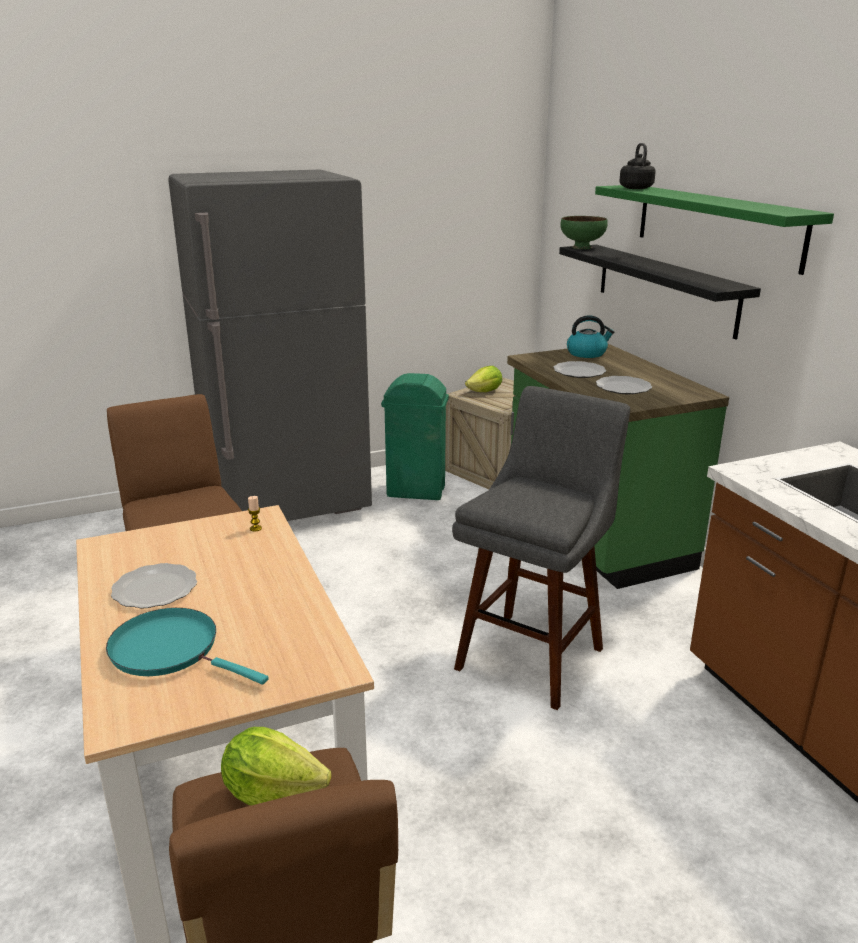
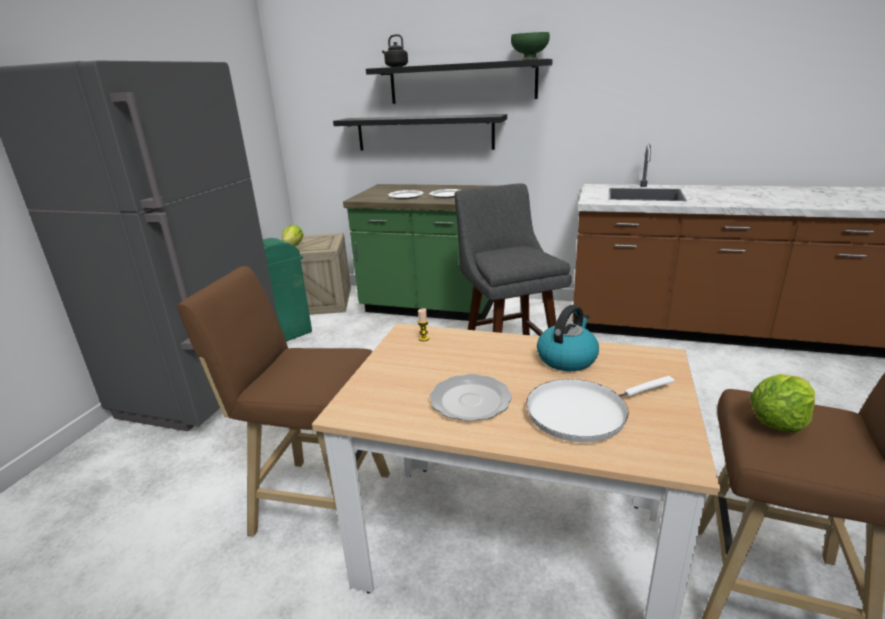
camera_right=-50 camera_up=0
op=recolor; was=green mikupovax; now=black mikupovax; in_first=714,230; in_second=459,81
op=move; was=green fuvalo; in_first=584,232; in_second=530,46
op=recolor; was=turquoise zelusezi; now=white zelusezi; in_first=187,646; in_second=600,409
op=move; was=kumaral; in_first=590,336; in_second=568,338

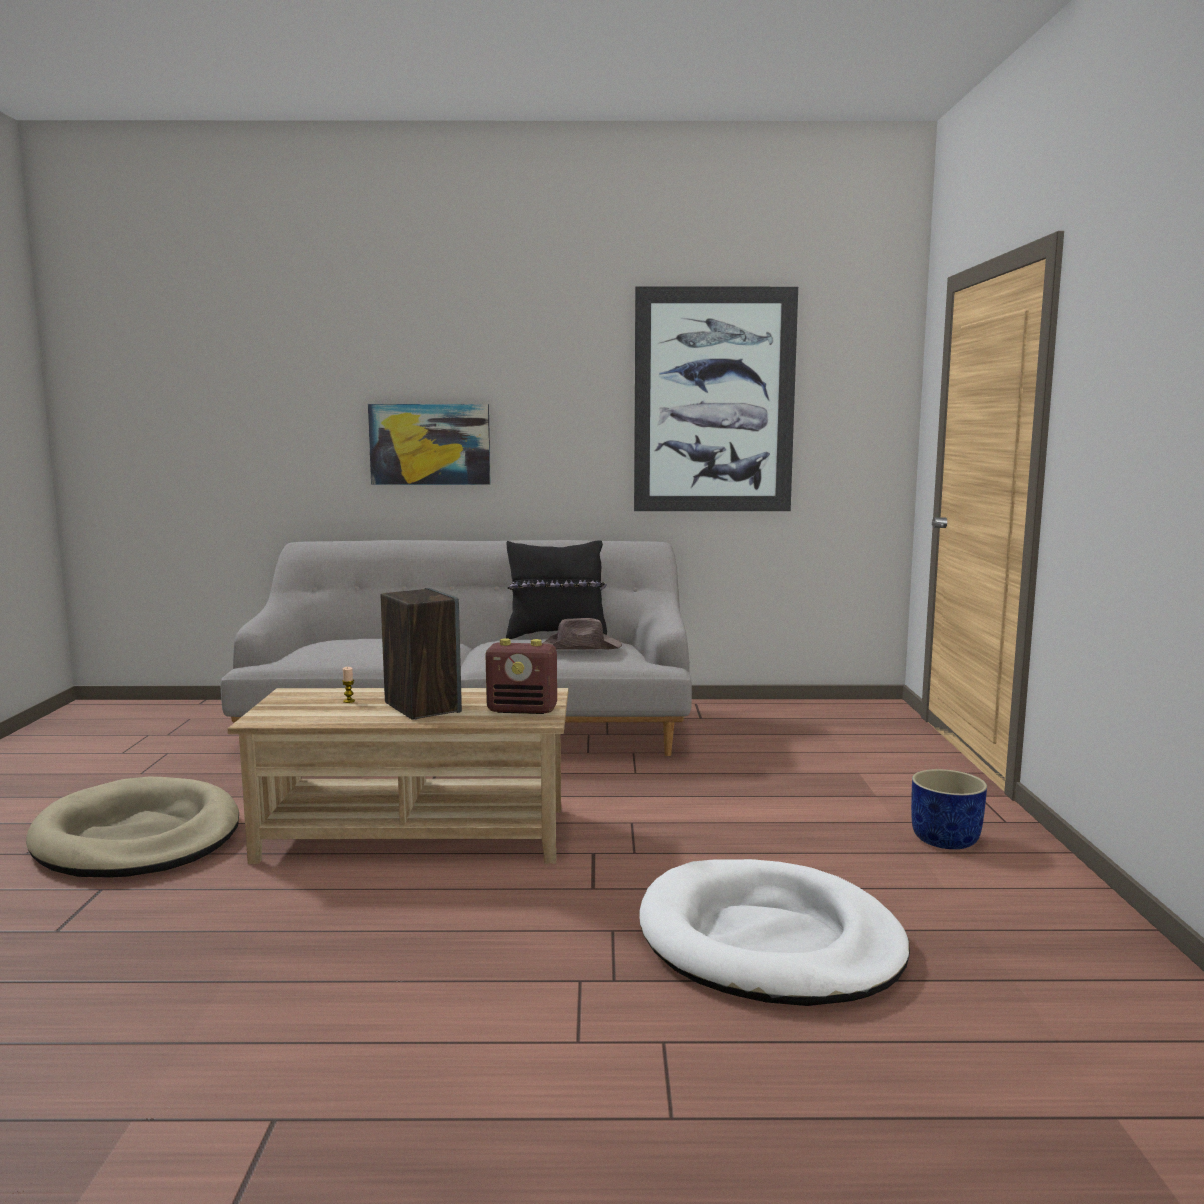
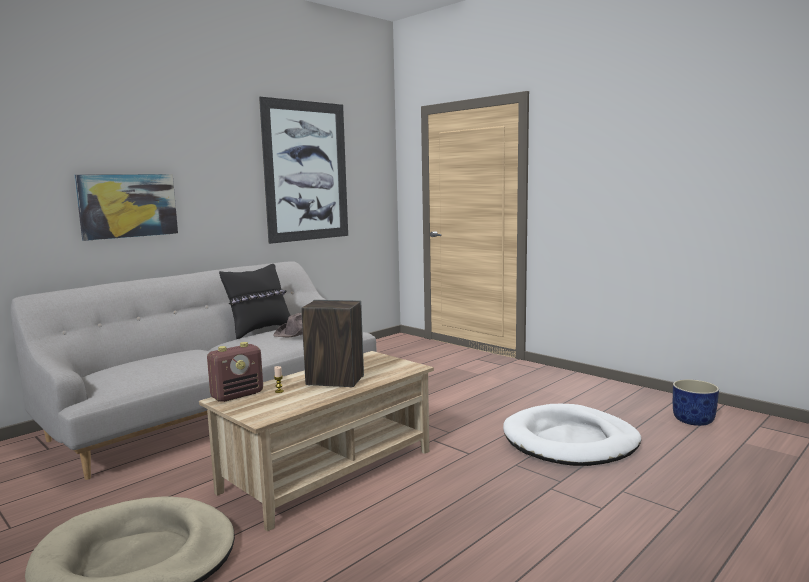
camera_right=-45 camera_up=0
op=move; was=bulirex; in_first=521,676; in_second=235,372
op=move; was=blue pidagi; in_first=949,809; in_second=696,402

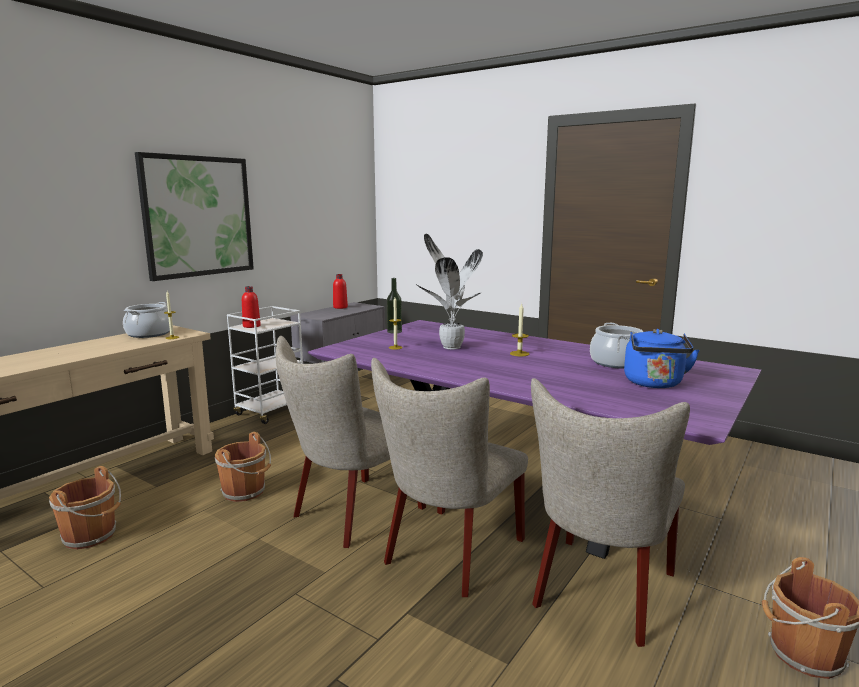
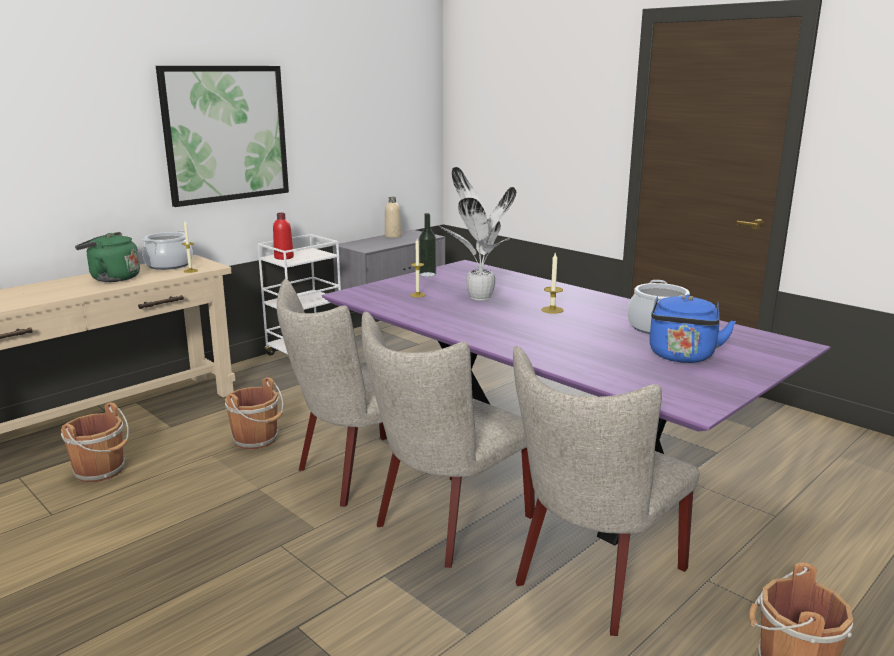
camera_right=10 camera_up=5
op=insert; now=green kumaral; in_second=107,257
op=recolor; was=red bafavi; now=beige bafavi; in_first=340,291; in_second=393,217

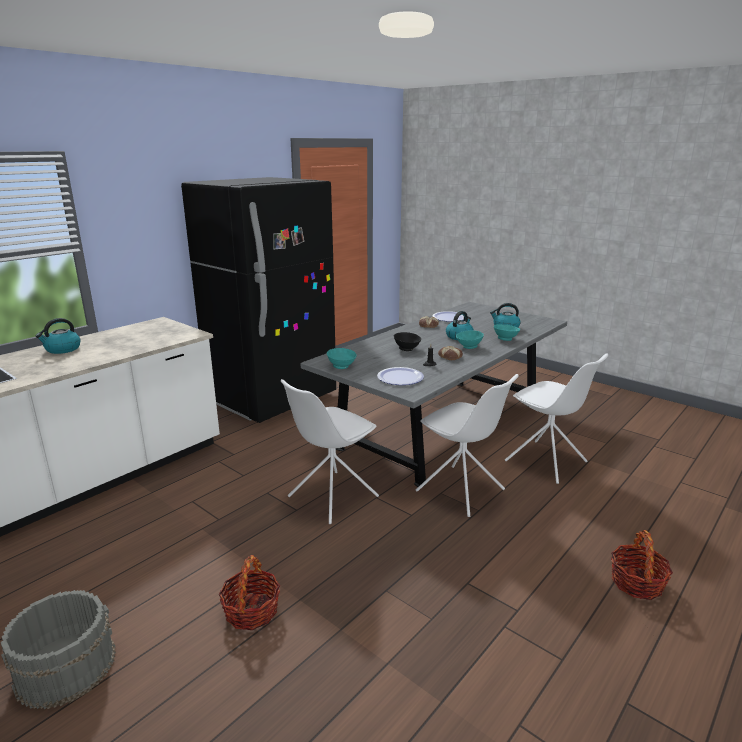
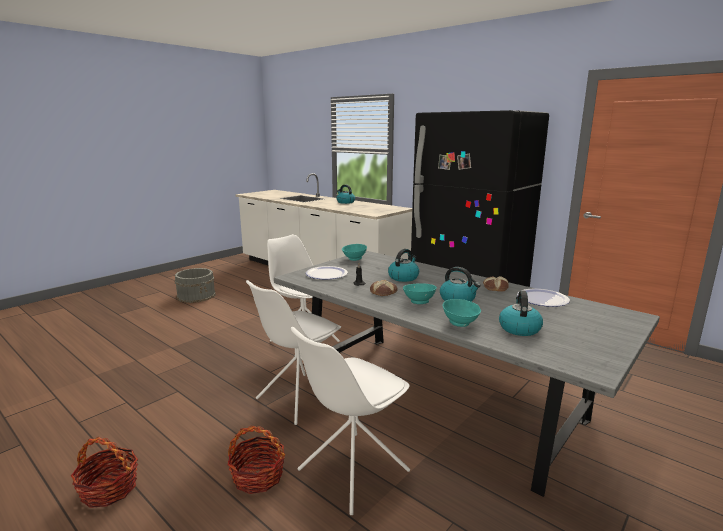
camera_right=90 camera_up=-5
op=move; was=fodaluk; in_first=249,592; in_second=256,460
op=replace; was=black fuvalo; now=kumaral; in_first=407,341; in_second=403,265

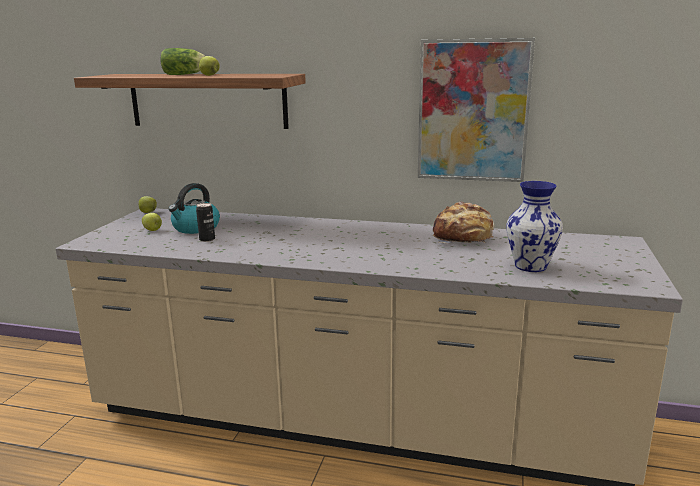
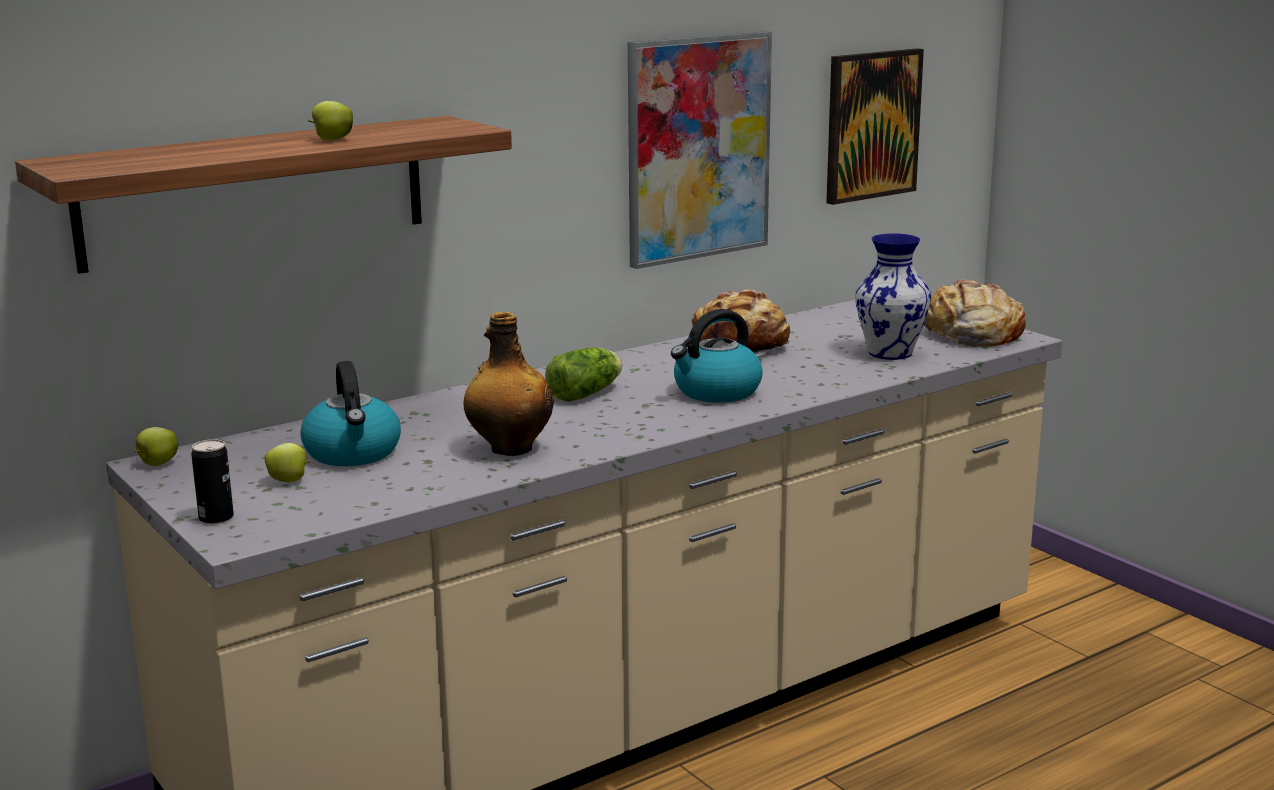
camera_right=-50 camera_up=0
op=move; was=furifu; in_first=205,222; in_second=212,481
op=insert; now=bafavi; in_second=508,384
op=move; was=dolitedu; in_first=182,61; in_second=583,374
op=insert; now=kumaral; in_second=717,356
op=insert; now=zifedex; in_second=875,126
op=insert; now=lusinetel; in_second=975,313

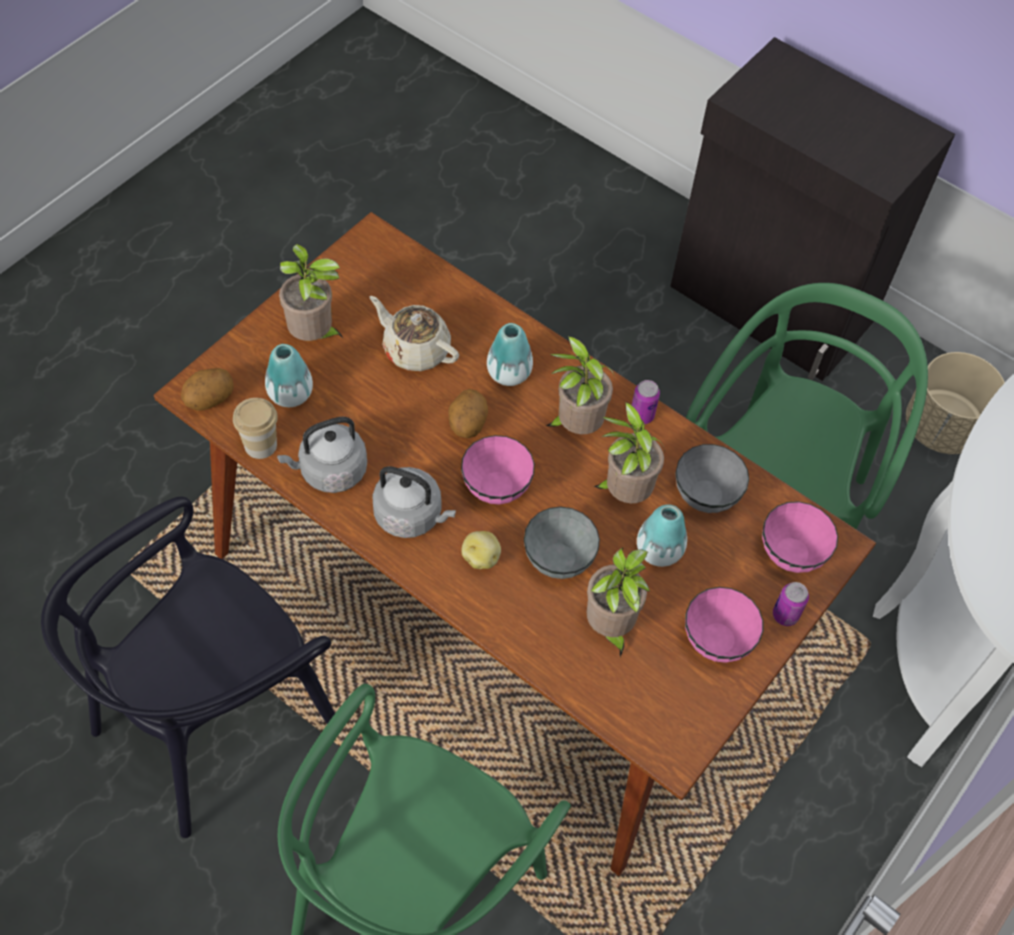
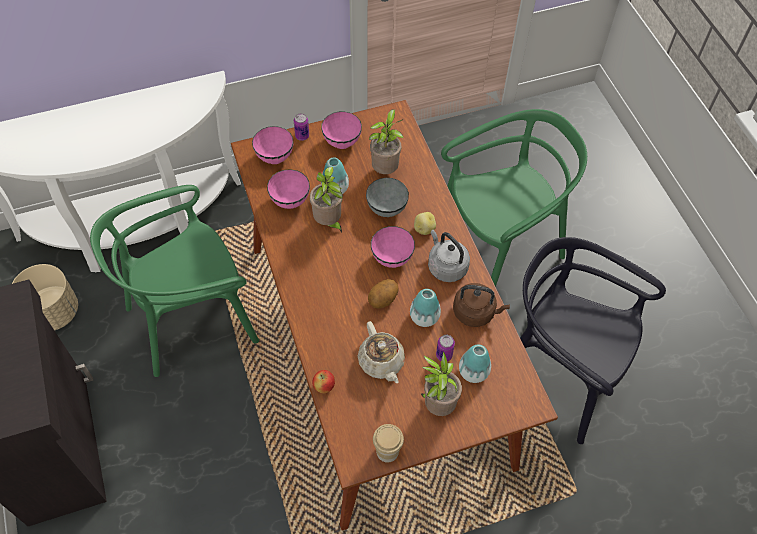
camera_right=-145 camera_up=0
op=recolor; was=grey fuvalo; now=pink fuvalo; in_first=712,478; in_second=288,189
op=insert; now=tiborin; in_second=323,382
op=move; was=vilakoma; in_first=255,428; in_second=388,443
op=move; was=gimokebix; in_first=510,354; in_second=425,308
op=move; was=furifu; in_first=646,402; in_second=445,348
op=recolor; was=grey kumaral; now=brown kumaral; in_first=322,454; in_second=481,305
op=rotate; was=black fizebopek; in_first=188,667; in_second=593,340; clockwise=-135
op=delete; was=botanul; in_first=207,389
op=delete; was=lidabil; in_first=580,385

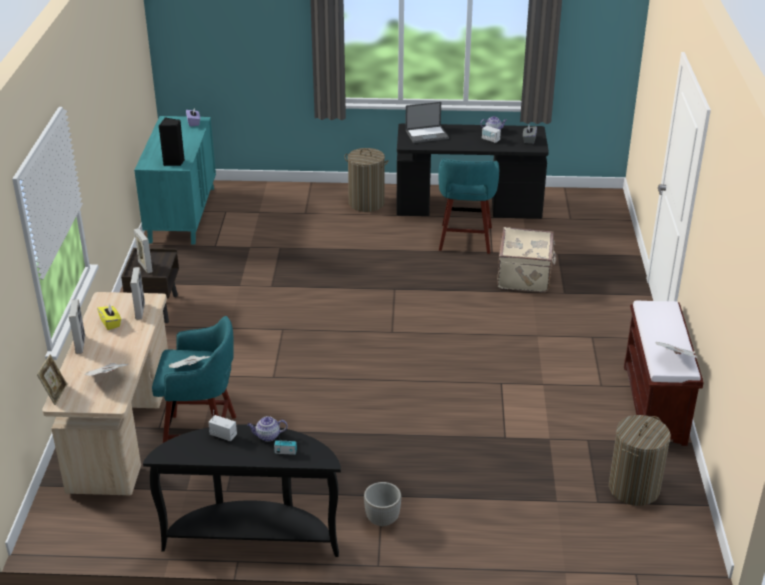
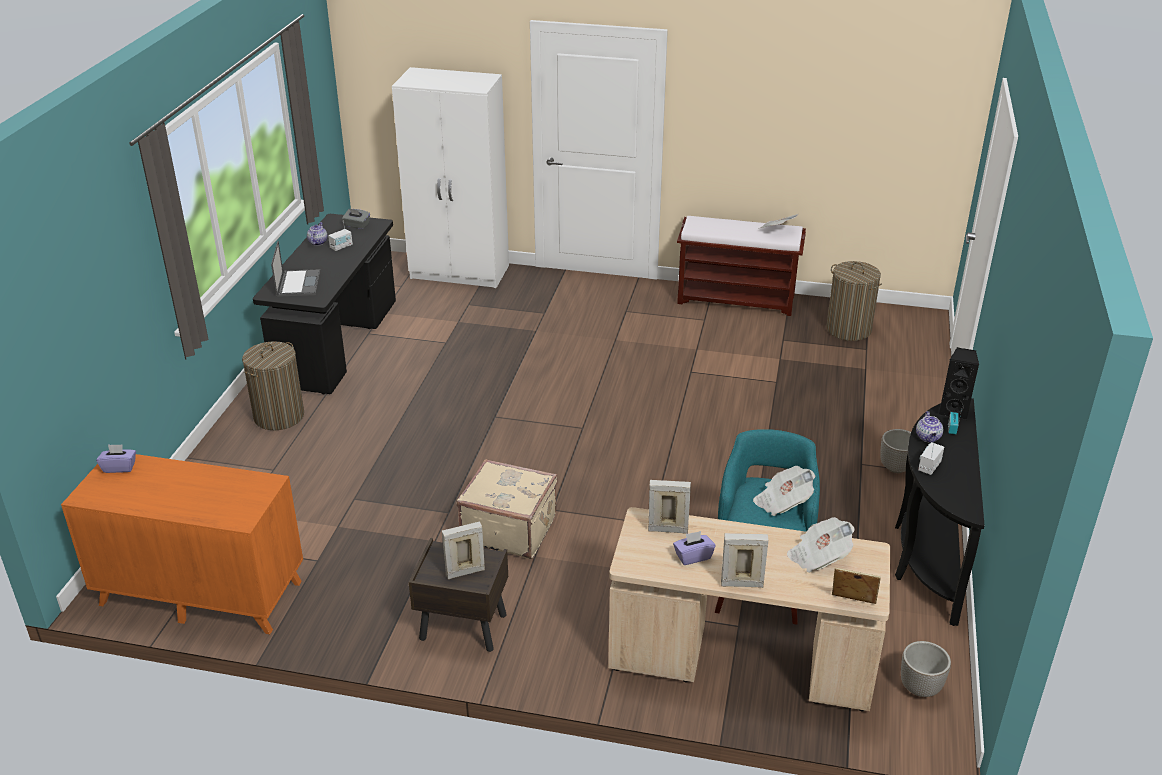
camera_right=-80 camera_up=0
op=recolor; was=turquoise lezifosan; now=orange lezifosan; in_first=175,180; in_second=182,544
op=insert; now=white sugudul; in_second=450,177
op=move; was=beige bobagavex; in_first=526,260; in_second=507,509
op=recolor; was=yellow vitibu; now=purple vitibu; in_first=109,316; in_second=694,548
op=insert; now=pidagi; in_second=926,669
op=move; was=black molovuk; in_first=171,141; in_second=958,383
op=delete; was=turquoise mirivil; in_first=468,206

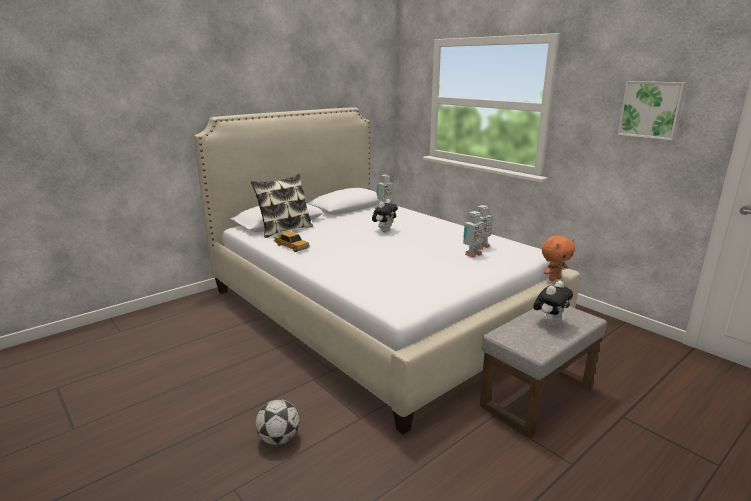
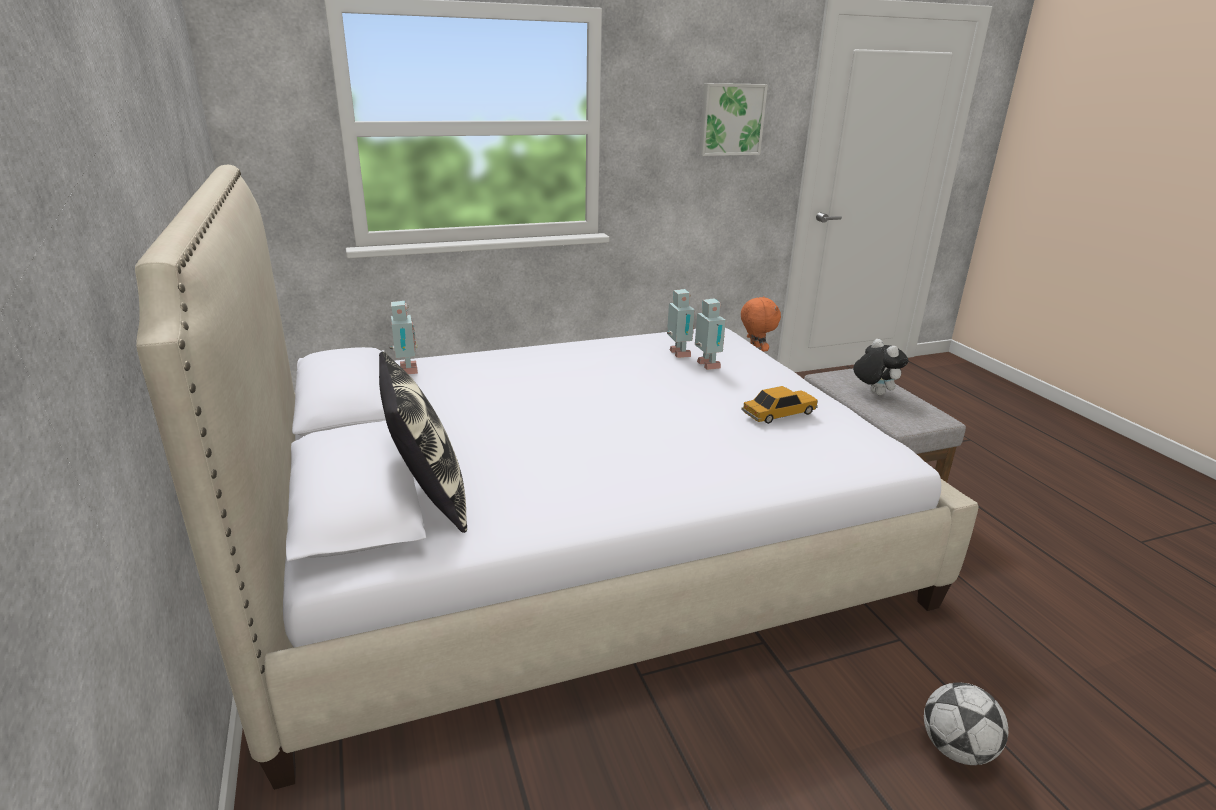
camera_right=-70 camera_up=5
op=move; was=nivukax; in_first=292,241; in_second=779,405
op=delete; was=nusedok; in_first=385,215

